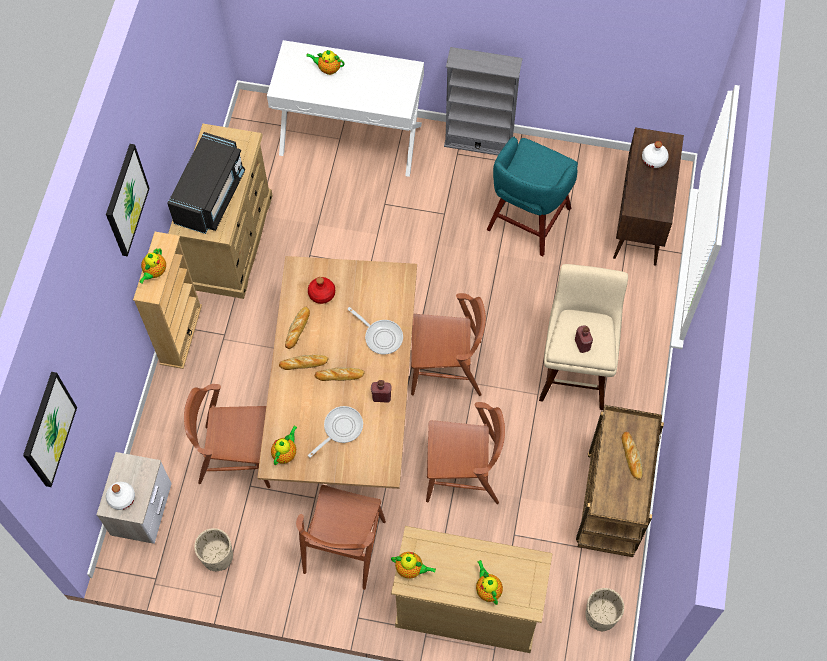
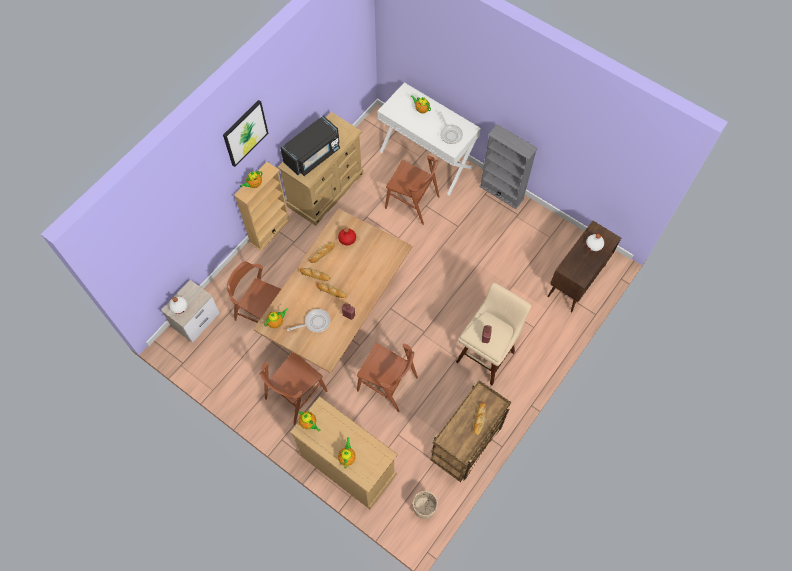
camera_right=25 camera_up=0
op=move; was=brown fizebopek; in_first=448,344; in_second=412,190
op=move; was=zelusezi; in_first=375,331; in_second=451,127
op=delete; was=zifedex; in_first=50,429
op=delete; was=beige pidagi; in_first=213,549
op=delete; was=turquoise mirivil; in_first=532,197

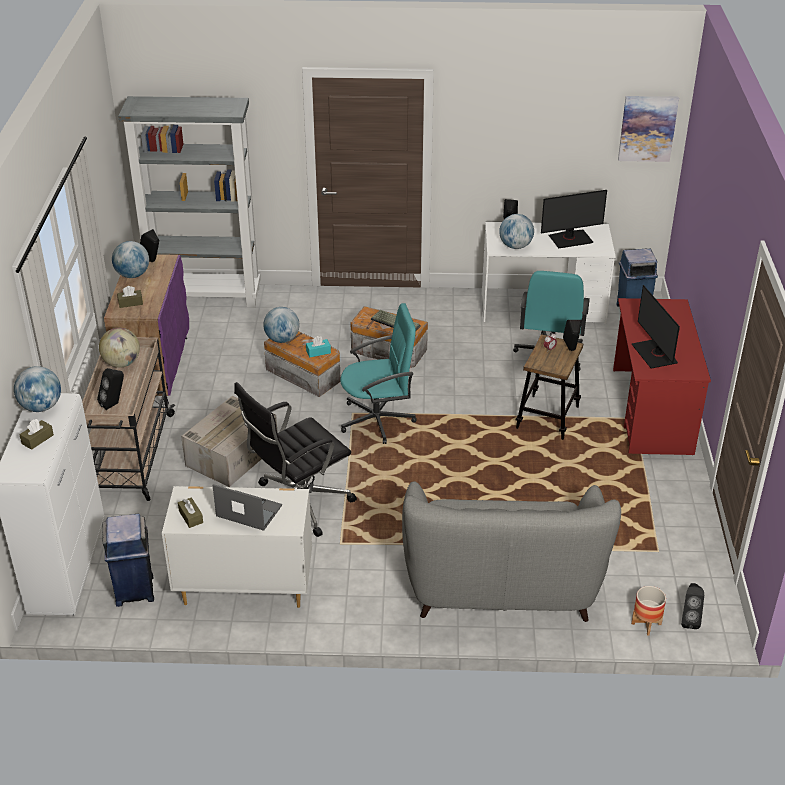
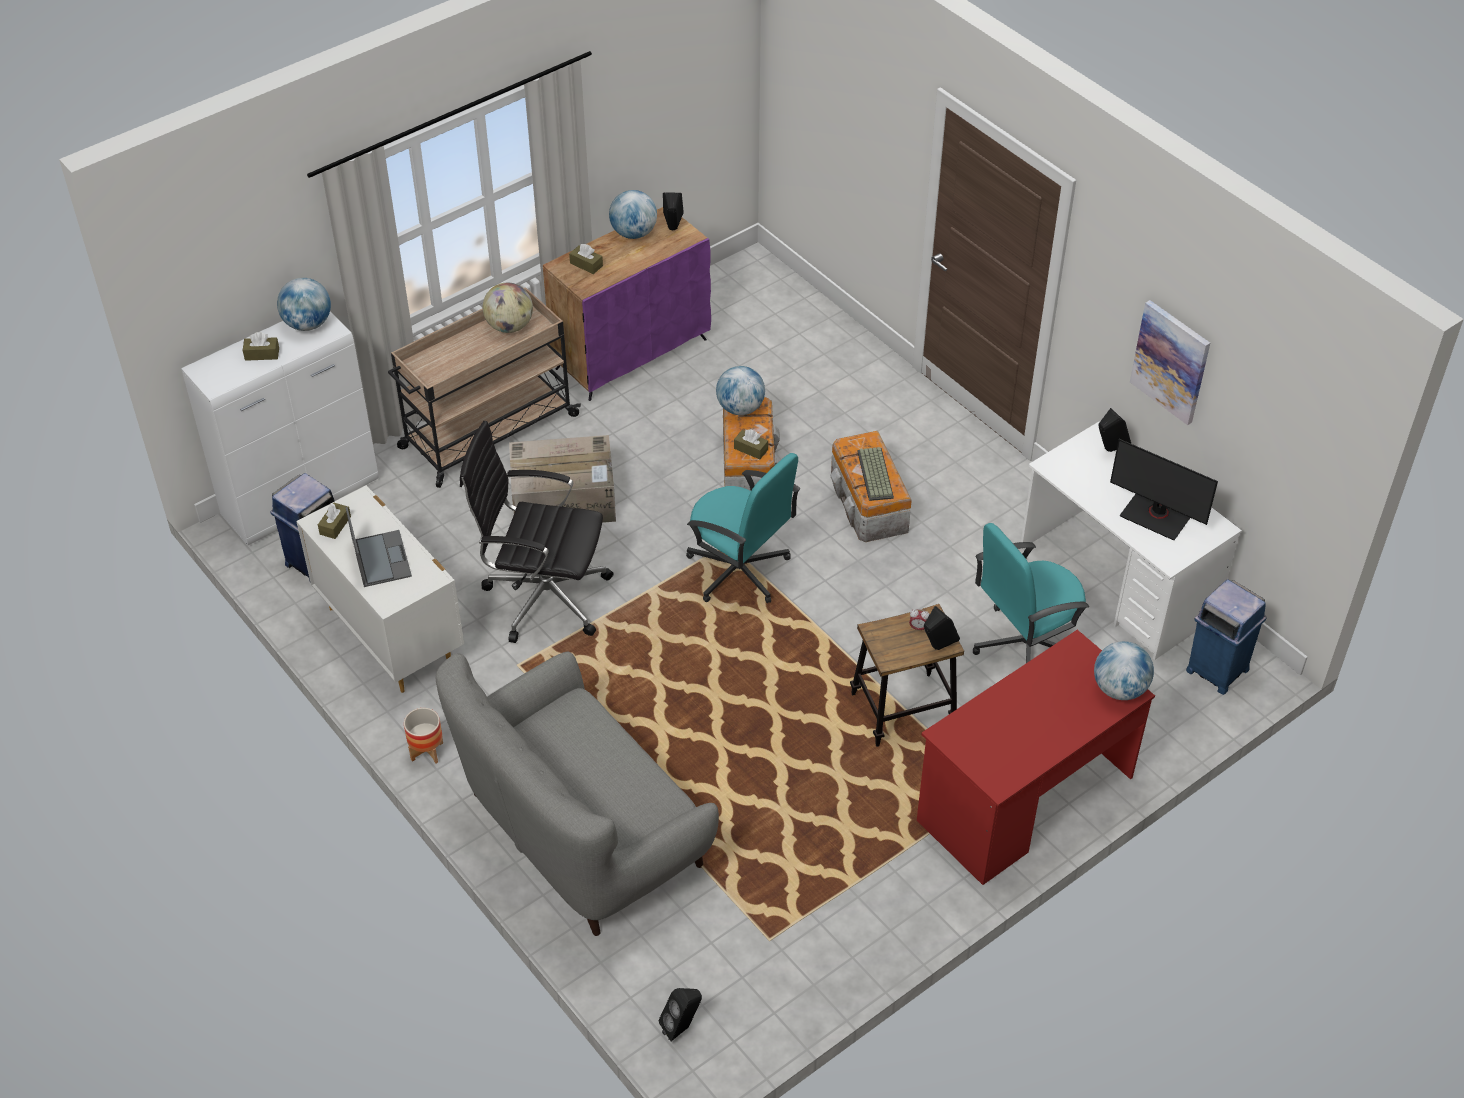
camera_right=50 camera_up=10
op=move; was=pidagi; in_first=648,610; in_second=423,736
op=recolor; was=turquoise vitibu; now=brown vitibu; in_first=318,346; in_second=751,444
op=move; was=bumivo; in_first=516,231; in_second=1124,670
op=move; was=zifedex; in_first=648,129; in_second=1170,362
op=delete; was=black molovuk; in_first=110,389
op=delete; was=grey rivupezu; in_first=189,202
op=delete; was=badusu; in_first=655,326

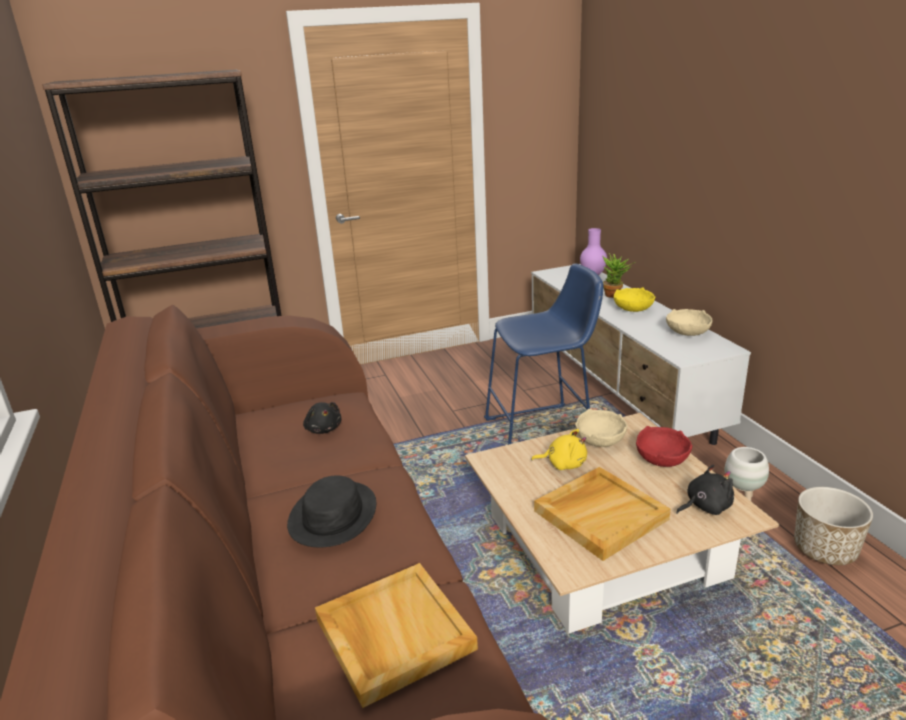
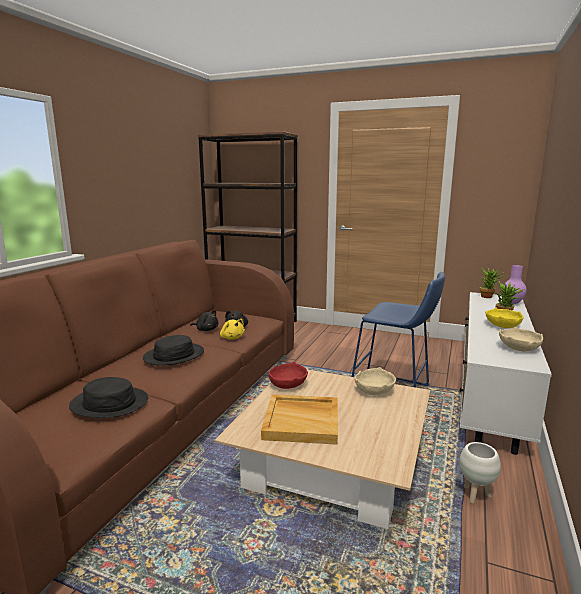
camera_right=40 camera_up=-10
op=replace; was=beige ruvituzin; now=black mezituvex; in_first=396,635; in_second=108,397
op=move; was=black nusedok; in_first=705,489; in_second=204,320
op=move; was=yellow nusedok; in_first=559,449; in_second=232,329
op=move; was=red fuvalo; in_first=664,446; in_second=288,375
op=insert; now=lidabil; in_second=492,282
op=delete; was=pidagi; in_first=833,526

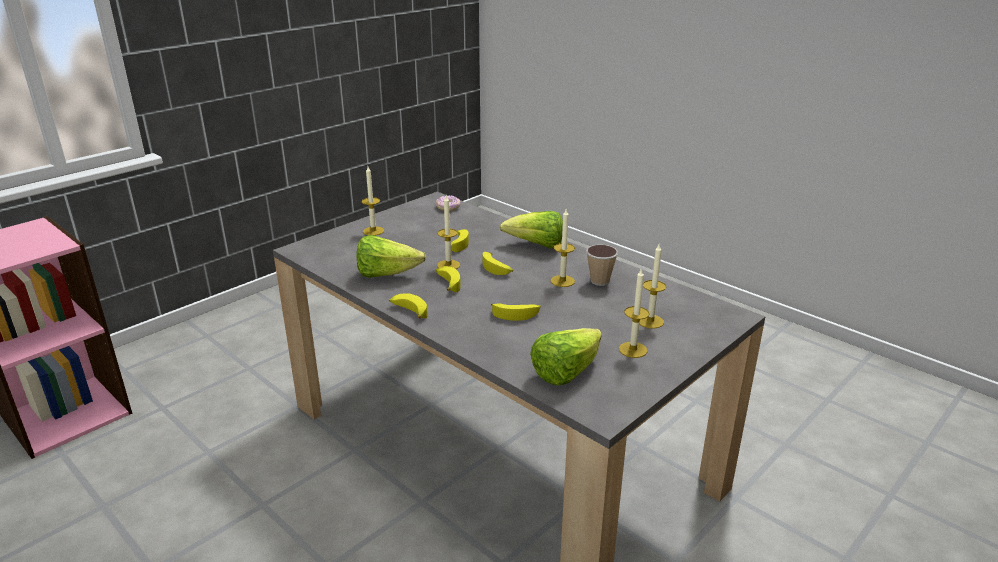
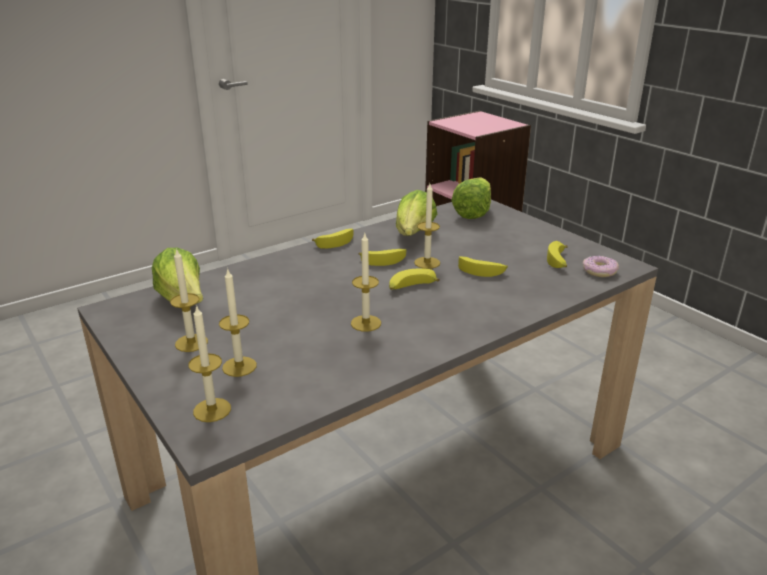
camera_right=100 camera_up=0
op=move; was=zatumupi; in_first=373,201; in_second=209,363
op=move; was=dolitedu; in_first=531,229; in_second=471,198
op=move; was=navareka; in_first=516,312; in_second=557,254
op=delete; was=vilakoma; in_first=602,265

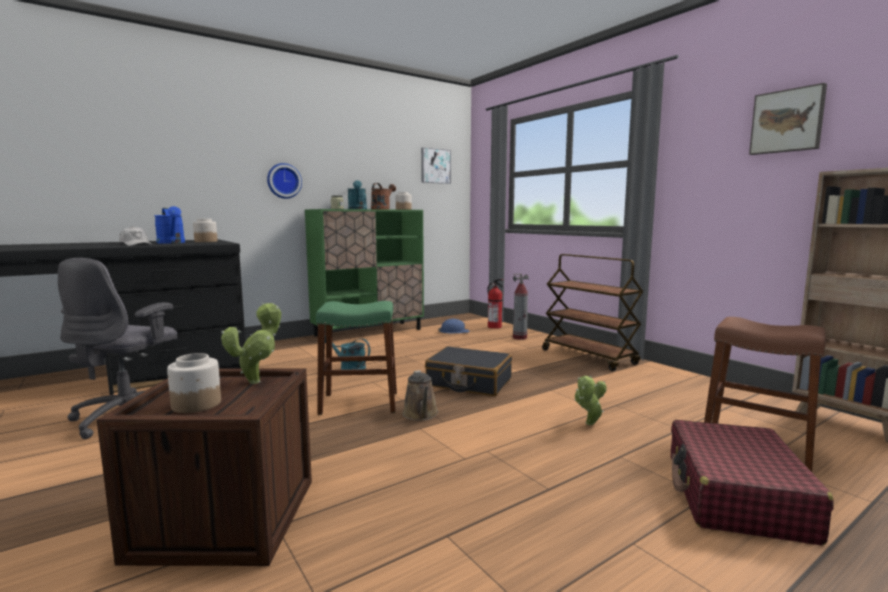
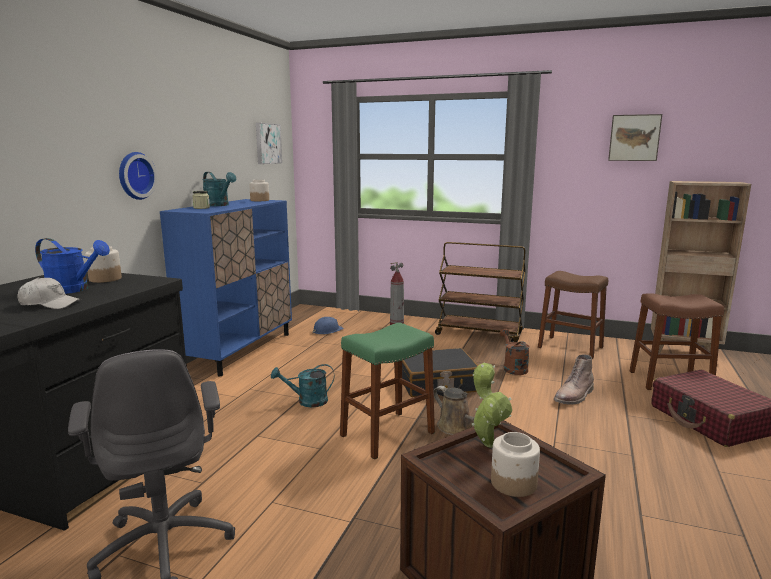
camera_right=-35 camera_up=5
op=recolor; was=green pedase; now=blue pedase; in_first=364,273; in_second=226,287
op=move; was=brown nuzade; in_first=383,196; in_second=515,352
op=insert; now=brown mirivil; in_second=573,315
op=replace; was=lidabil; now=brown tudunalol; in_first=590,400; in_second=574,379
op=delete; was=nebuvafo; in_first=495,304

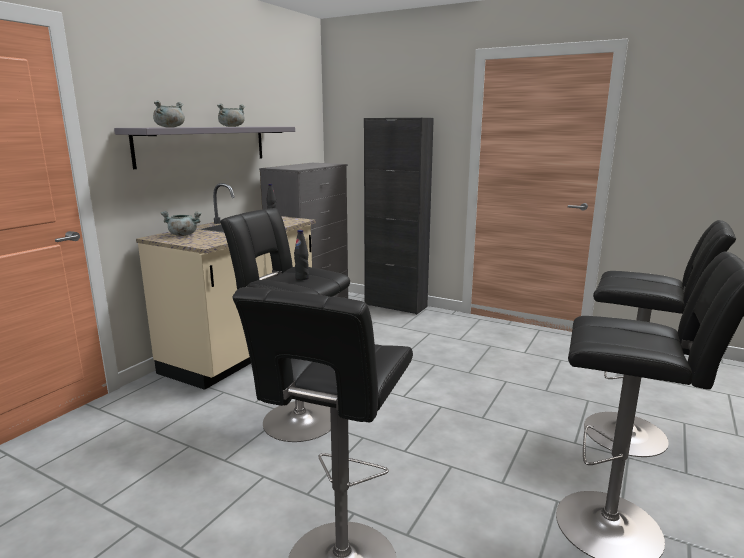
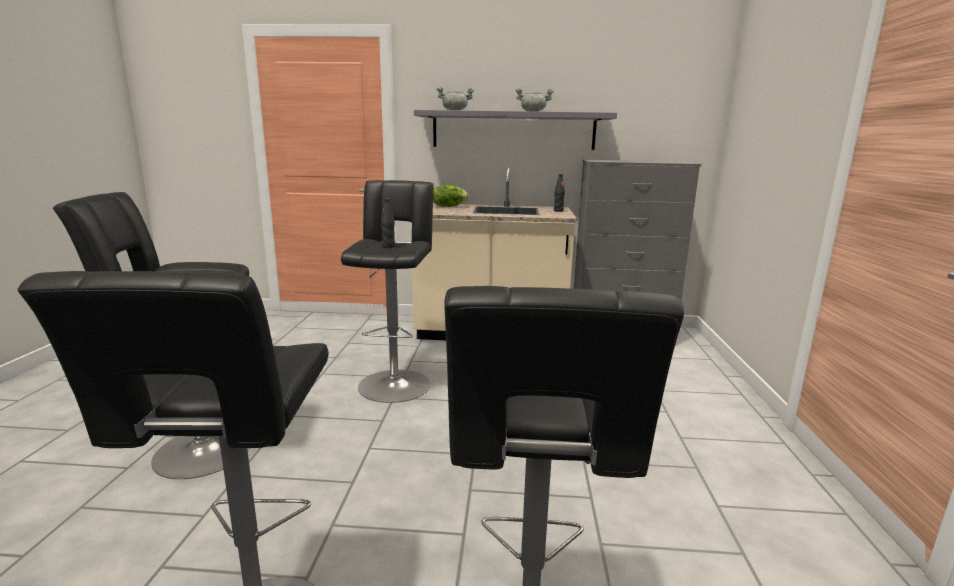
camera_right=65 camera_up=0
op=replace; was=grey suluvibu; now=dolitedu; in_first=181,223; in_second=451,196
op=delete; was=black pedase; in_first=399,216

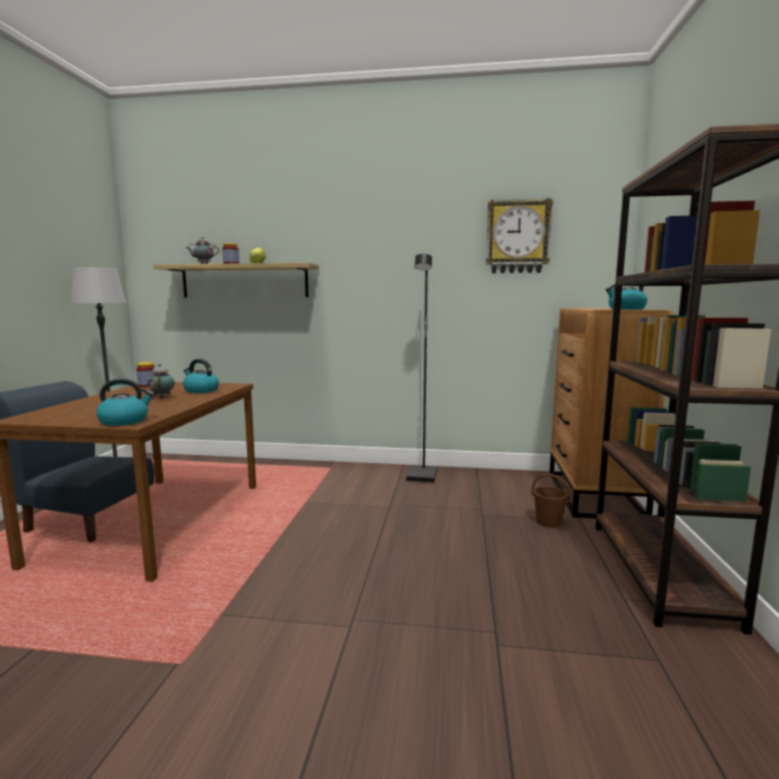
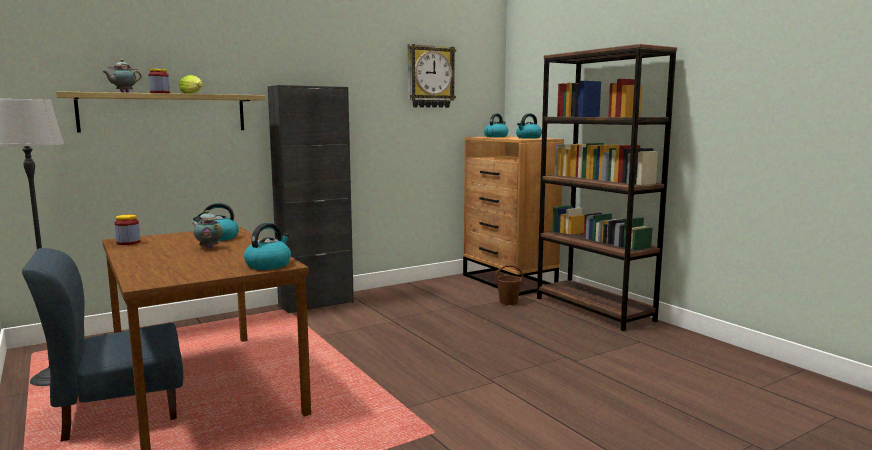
camera_right=-40 camera_up=0
op=insert; now=black pedase; in_second=311,199
op=insert; now=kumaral; in_second=496,125
op=delete; was=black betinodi; in_first=422,368

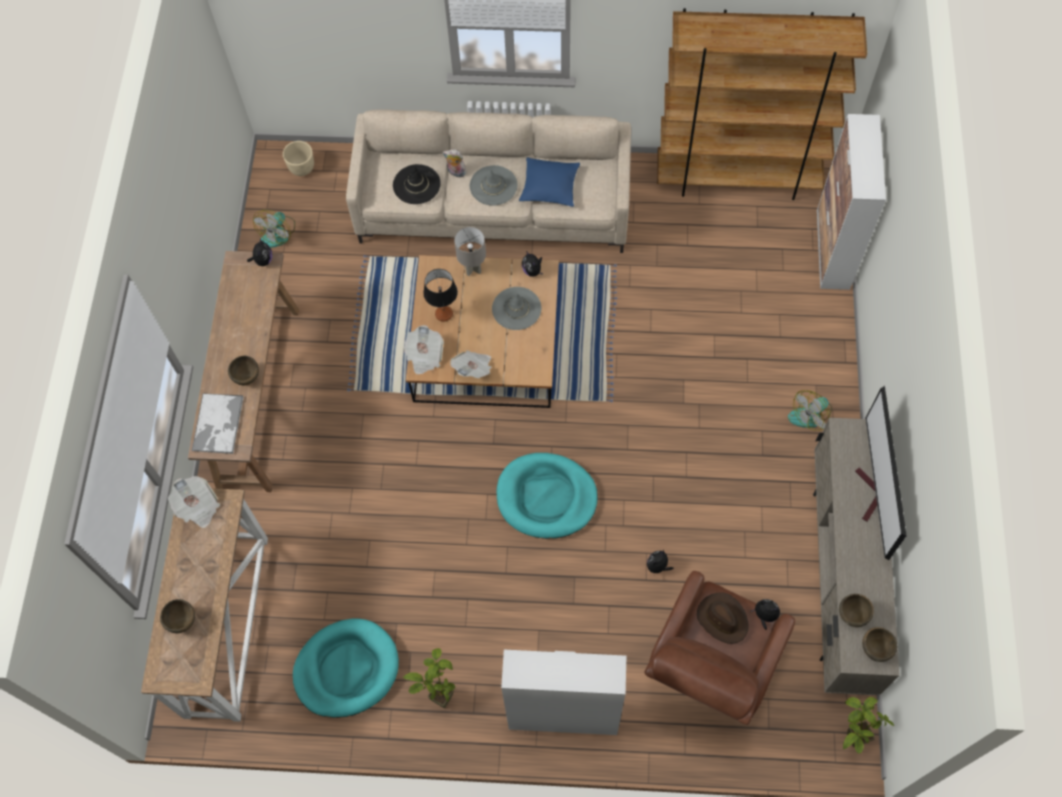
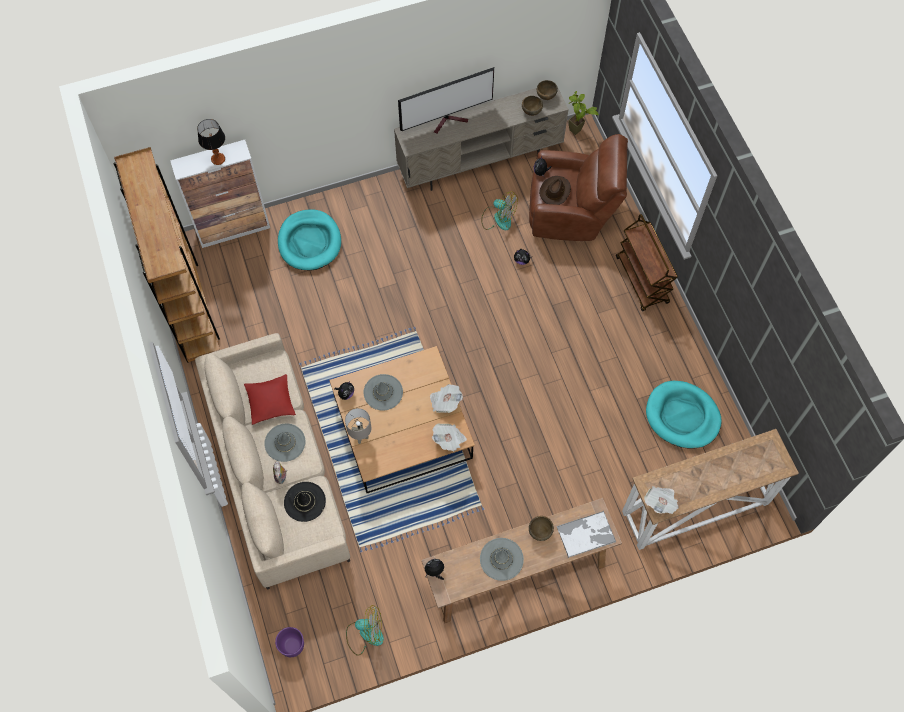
camera_right=-115 camera_up=0
op=move; was=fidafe; in_first=440,295; in_second=211,142
op=recolor; was=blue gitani; now=red gitani; in_first=549,182; in_second=270,399
op=recolor; was=beige pidagi; now=purple pidagi; in_first=298,158; in_second=289,642
op=move; was=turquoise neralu; in_first=547,496; in_second=309,240
op=insert; now=grey mezituvex; in_second=502,559
op=move; was=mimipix; in_first=810,410; in_second=499,210
op=replace; was=pedase; now=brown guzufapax; in_first=563,692; in_second=647,262
op=delete; was=brown fuvalo; in_first=177,616
op=delete; was=lidabil; in_first=429,678

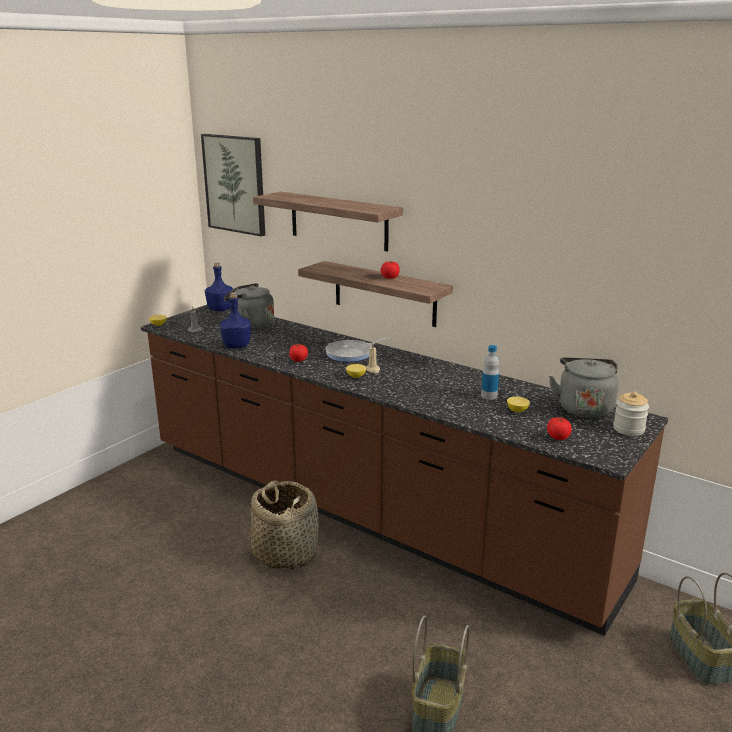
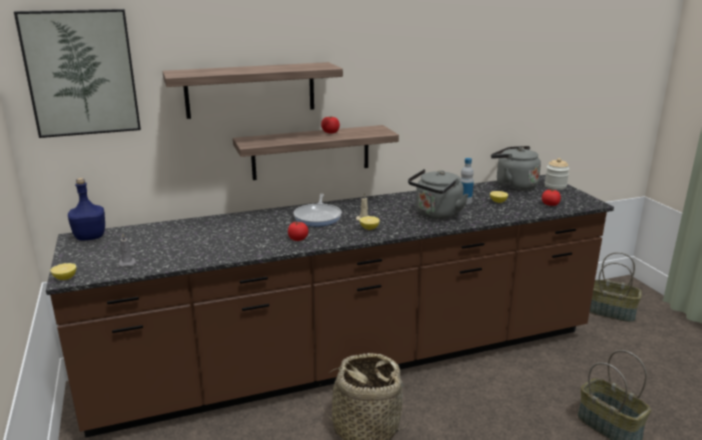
camera_right=-55 camera_up=0
op=move; was=grey kumaral; in_first=249,306; in_second=438,194
op=delete; was=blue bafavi; in_first=235,320

